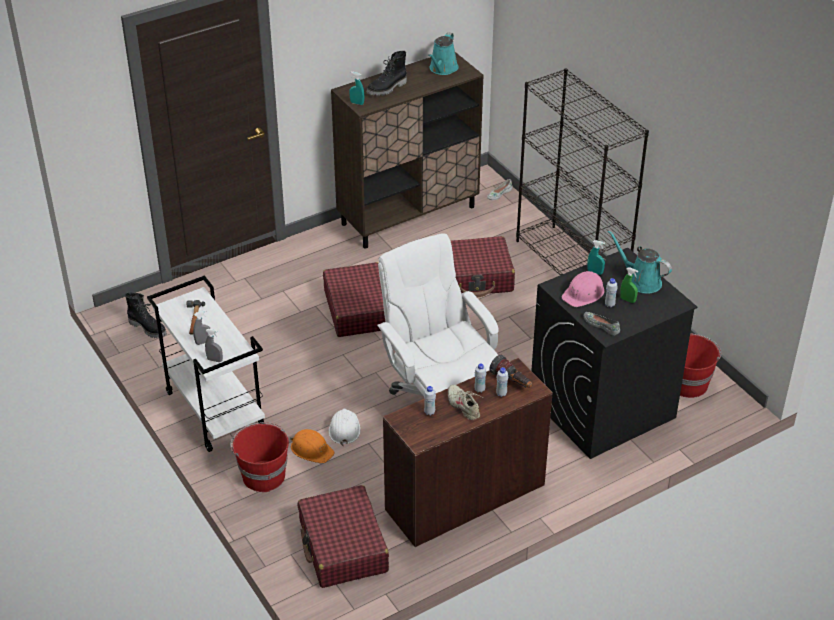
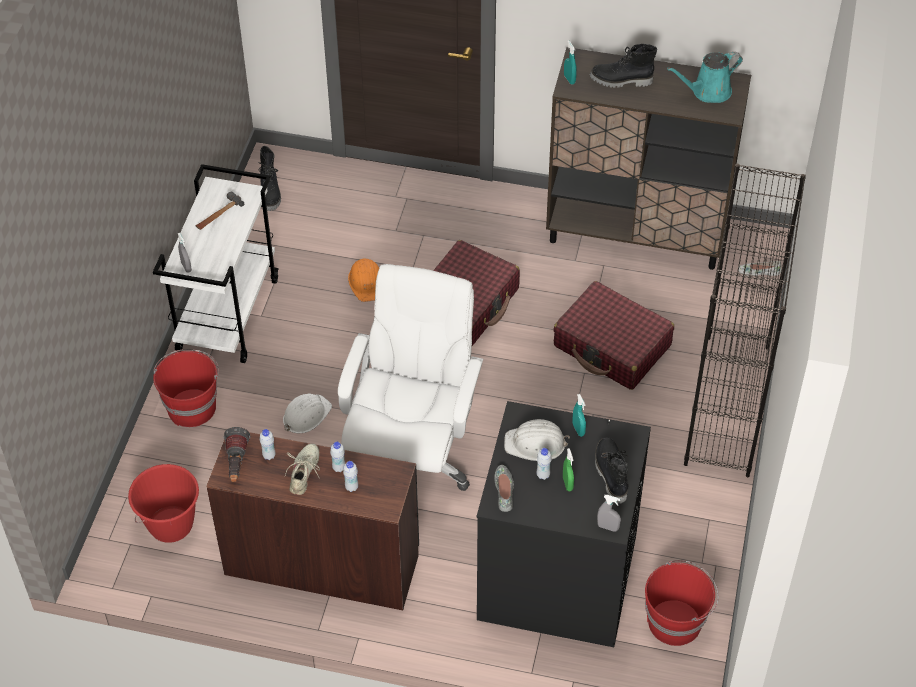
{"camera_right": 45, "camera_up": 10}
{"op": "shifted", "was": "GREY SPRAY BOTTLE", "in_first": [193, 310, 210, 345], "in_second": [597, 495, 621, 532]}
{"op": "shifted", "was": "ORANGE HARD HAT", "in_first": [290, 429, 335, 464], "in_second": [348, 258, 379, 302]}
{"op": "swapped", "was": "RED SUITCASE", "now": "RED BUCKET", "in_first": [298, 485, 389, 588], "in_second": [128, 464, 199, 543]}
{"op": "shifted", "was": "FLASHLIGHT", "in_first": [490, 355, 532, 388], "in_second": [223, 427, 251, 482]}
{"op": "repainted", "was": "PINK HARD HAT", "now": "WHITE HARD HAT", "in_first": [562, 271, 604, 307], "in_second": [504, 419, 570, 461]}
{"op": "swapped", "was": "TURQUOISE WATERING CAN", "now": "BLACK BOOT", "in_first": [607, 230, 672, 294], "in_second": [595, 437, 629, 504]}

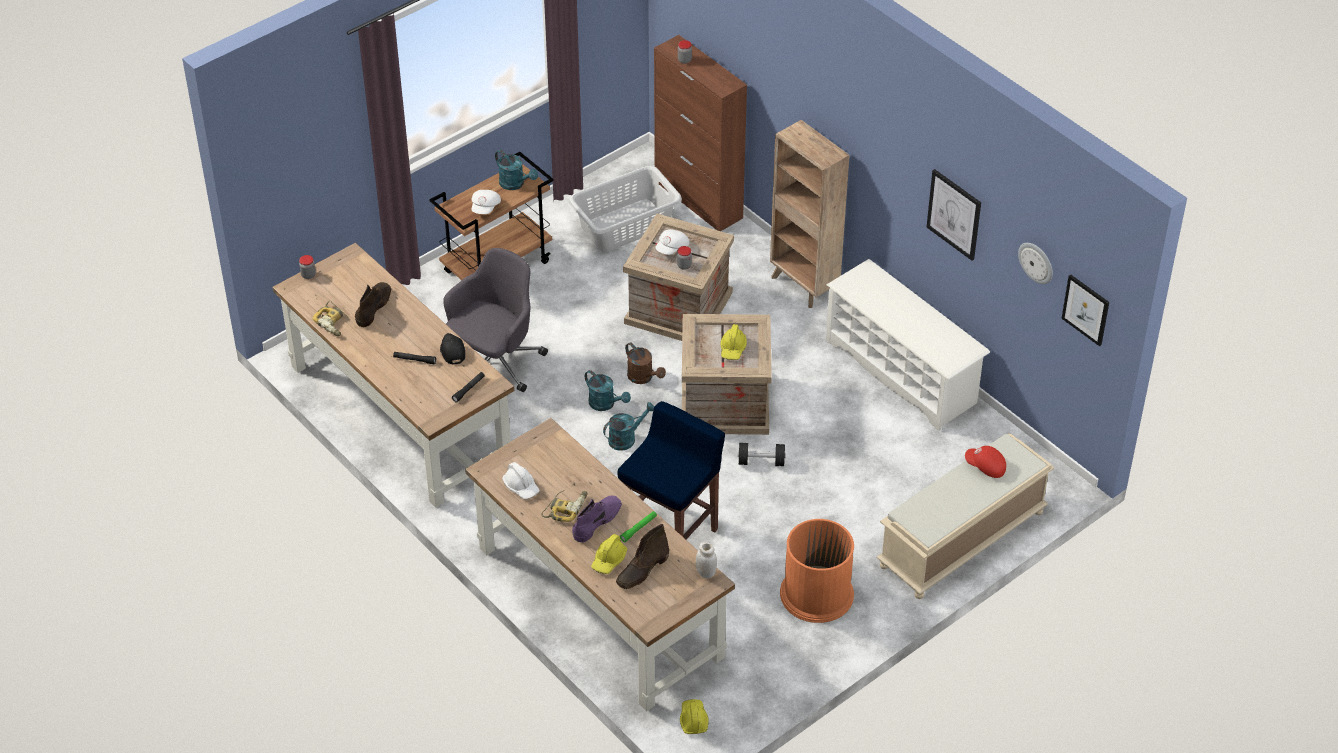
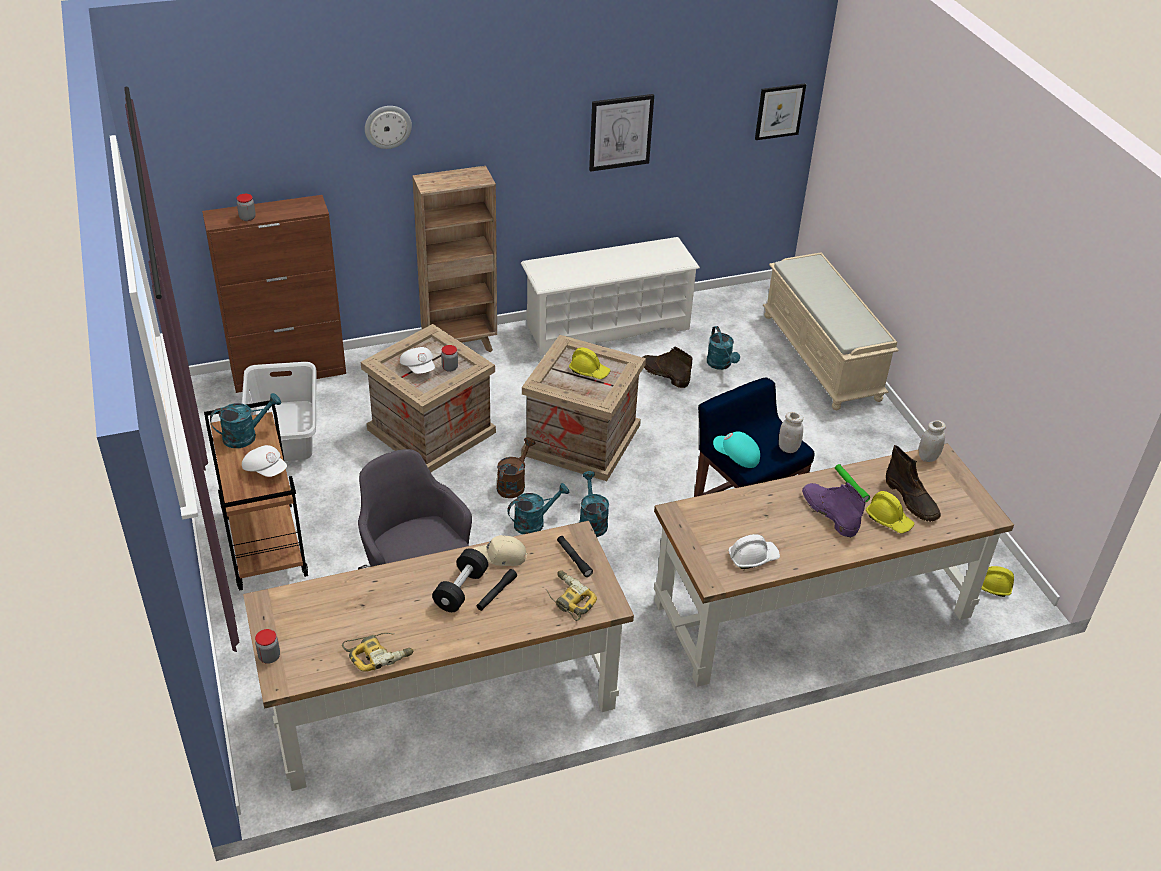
{"camera_right": -70, "camera_up": -5}
{"op": "shifted", "was": "BROWN BOOT", "in_first": [355, 282, 391, 327], "in_second": [643, 347, 693, 388]}
{"op": "repainted", "was": "BLACK CAP", "now": "BEIGE CAP", "in_first": [440, 333, 465, 364], "in_second": [474, 535, 527, 566]}
{"op": "shifted", "was": "POWER DRILL", "in_first": [541, 490, 587, 522], "in_second": [546, 570, 597, 621]}
{"op": "rotated", "was": "BROWN WATERING CAN", "in_first": [625, 342, 666, 384], "in_second": [497, 437, 535, 498], "clockwise": -45}
{"op": "shifted", "was": "BLACK DUMBBELL", "in_first": [738, 443, 786, 466], "in_second": [432, 548, 488, 612]}
{"op": "gone", "was": "ORANGE TRASH CAN", "in_first": [780, 519, 854, 623]}
{"op": "gone", "was": "RED CAP", "in_first": [965, 446, 1006, 478]}
{"op": "shifted", "was": "WALL CLOCK", "in_first": [1018, 243, 1053, 284], "in_second": [365, 106, 412, 149]}
{"op": "new", "now": "TURQUOISE WATERING CAN", "in_second": [707, 326, 740, 370]}
{"op": "new", "now": "TURQUOISE CAP", "in_second": [713, 431, 760, 468]}
{"op": "new", "now": "WHITE JAR", "in_second": [779, 412, 803, 453]}

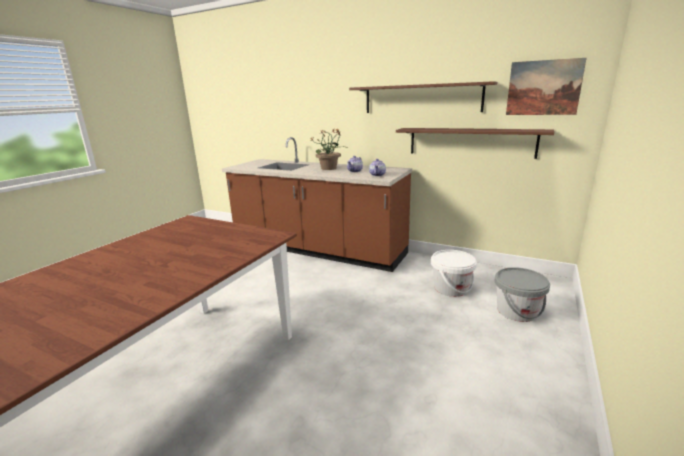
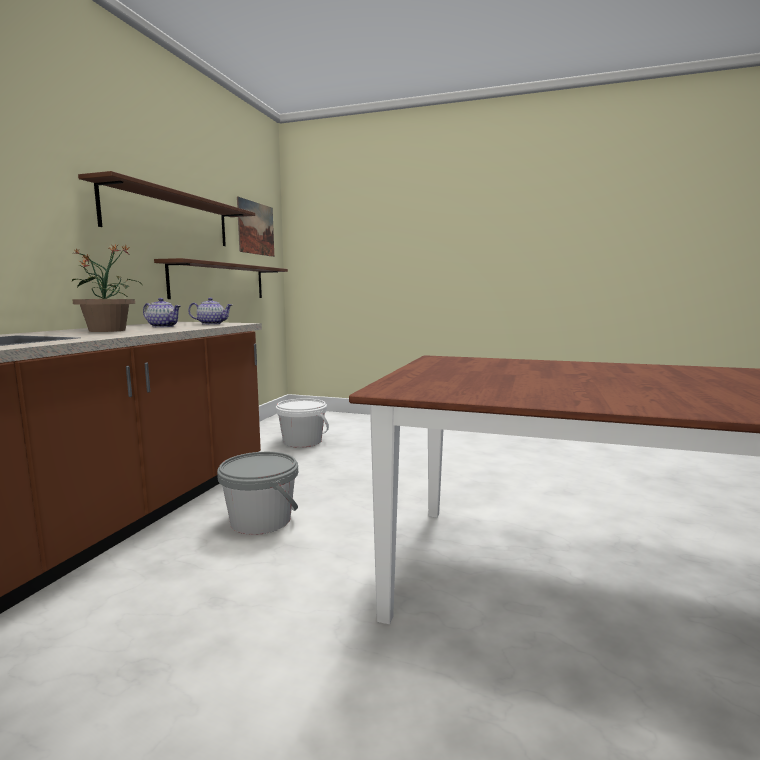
{"camera_right": -100, "camera_up": -10}
{"op": "shifted", "was": "GREY BUCKET", "in_first": [494, 267, 550, 322], "in_second": [217, 452, 298, 535]}

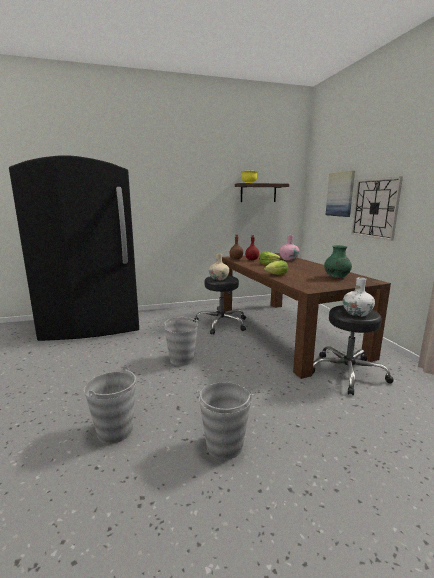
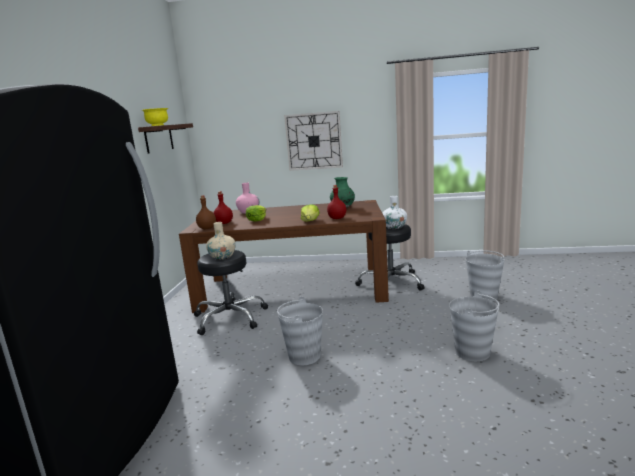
{"camera_right": -65, "camera_up": 0}
{"op": "shifted", "was": "GREY BUCKET", "in_first": [84, 366, 136, 444], "in_second": [466, 251, 505, 301]}
{"op": "gone", "was": "PICTURE", "in_first": [326, 171, 355, 217]}
{"op": "new", "now": "RED BOTTLE", "in_second": [327, 185, 346, 219]}

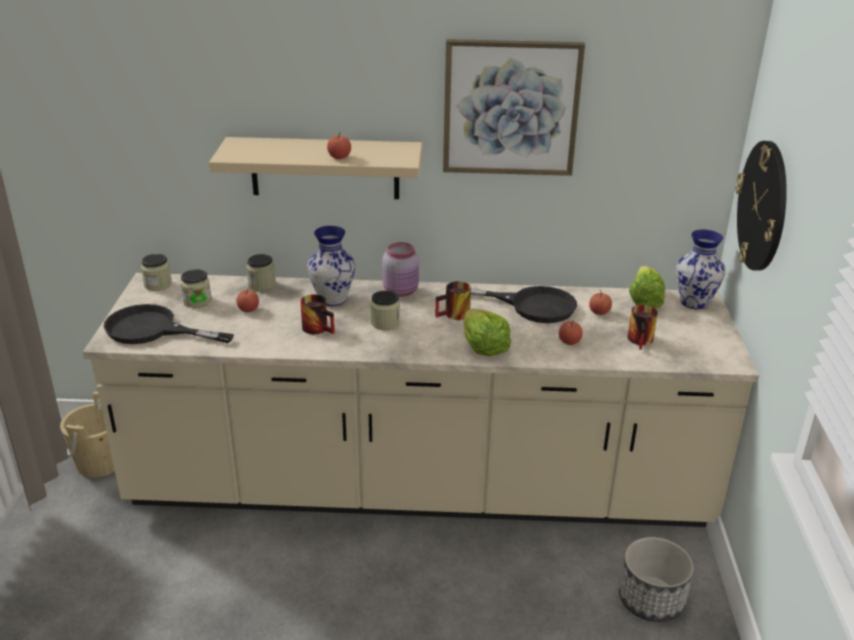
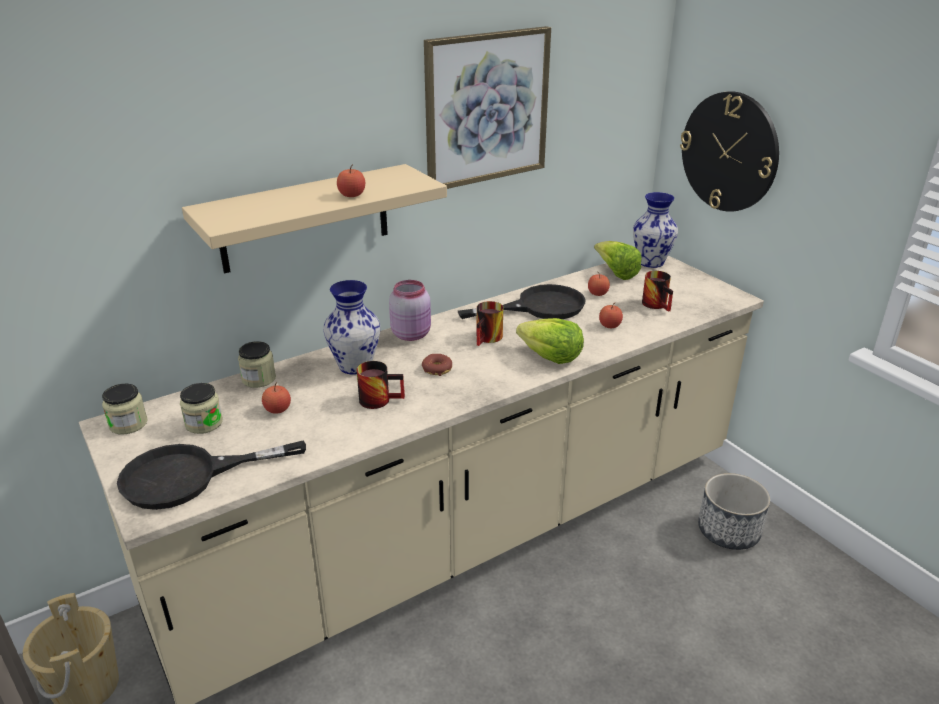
{"camera_right": -35, "camera_up": 0}
{"op": "swapped", "was": "JAR", "now": "DONUT", "in_first": [370, 290, 400, 330], "in_second": [422, 354, 452, 376]}

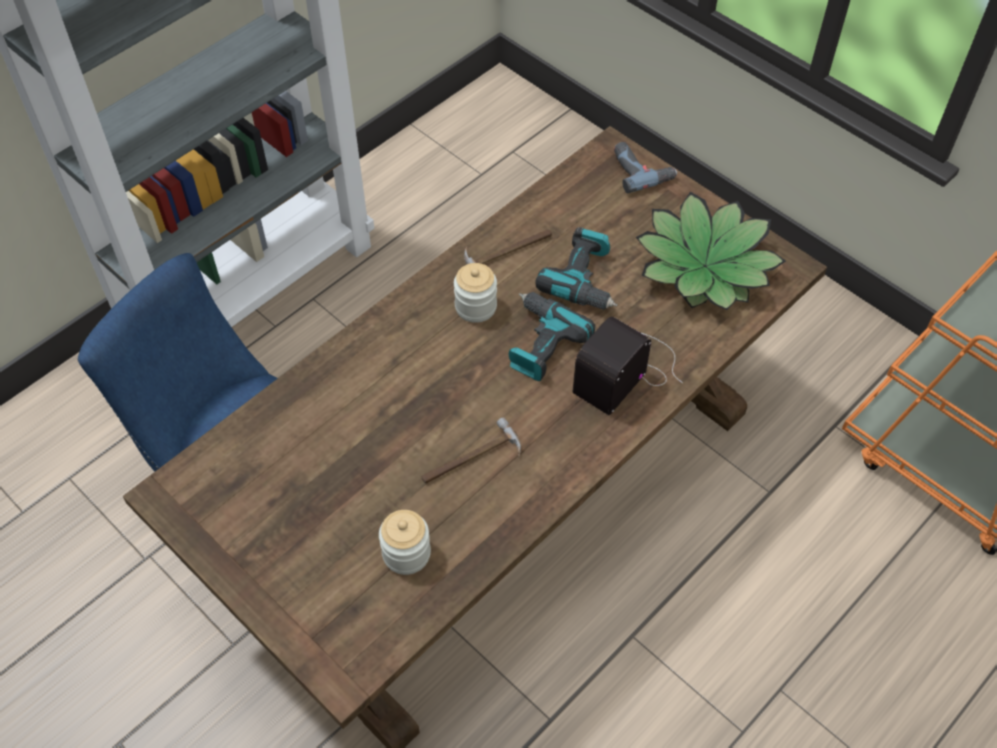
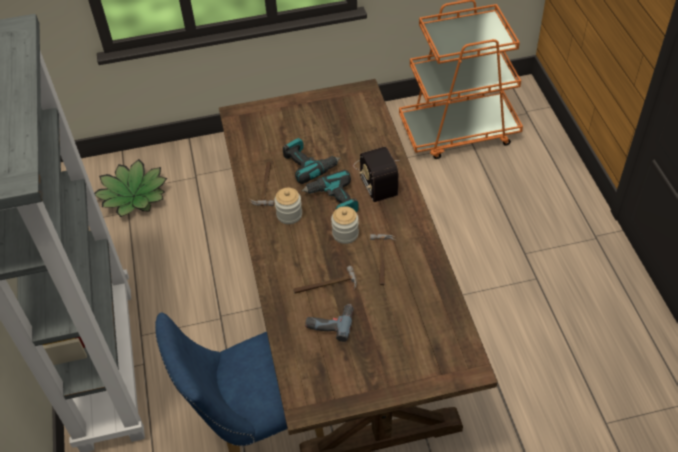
{"camera_right": -55, "camera_up": -5}
{"op": "shifted", "was": "JAR", "in_first": [379, 510, 431, 575], "in_second": [331, 206, 359, 244]}
{"op": "shifted", "was": "POWER DRILL", "in_first": [614, 142, 678, 193], "in_second": [305, 304, 353, 342]}
{"op": "shifted", "was": "POTTED PLANT", "in_first": [636, 192, 786, 310], "in_second": [94, 159, 167, 217]}
{"op": "new", "now": "HAMMER", "in_second": [293, 266, 357, 294]}

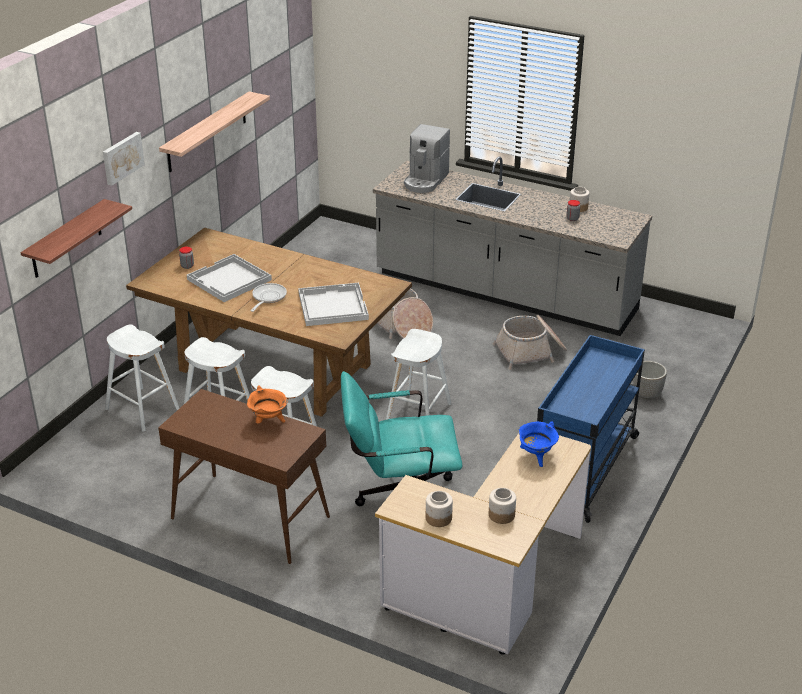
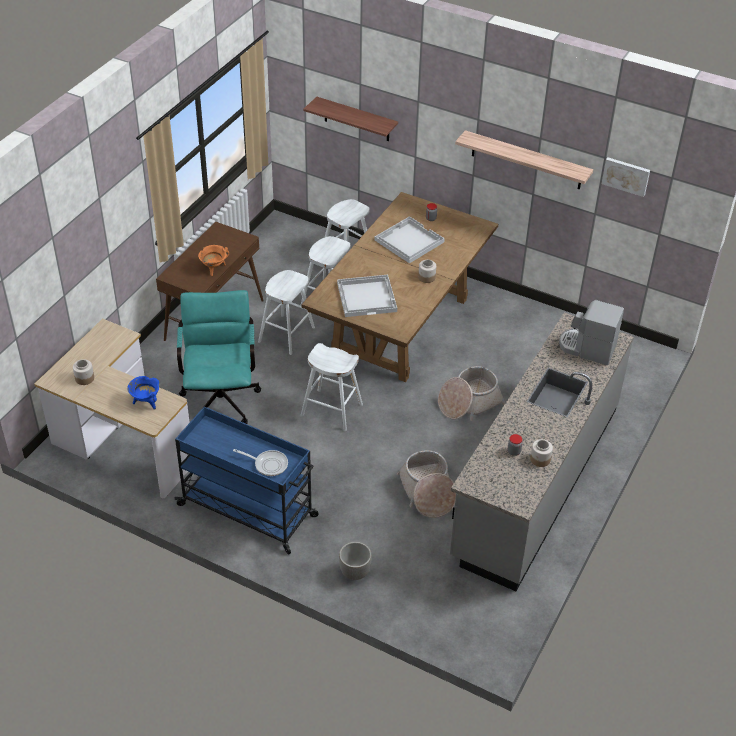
{"camera_right": 90, "camera_up": 10}
{"op": "shifted", "was": "PICTURE", "in_first": [103, 132, 145, 186], "in_second": [602, 157, 650, 197]}
{"op": "shifted", "was": "FRYING PAN", "in_first": [251, 283, 287, 312], "in_second": [233, 449, 288, 476]}
{"op": "shifted", "was": "JAR", "in_first": [426, 491, 453, 527], "in_second": [418, 260, 436, 283]}

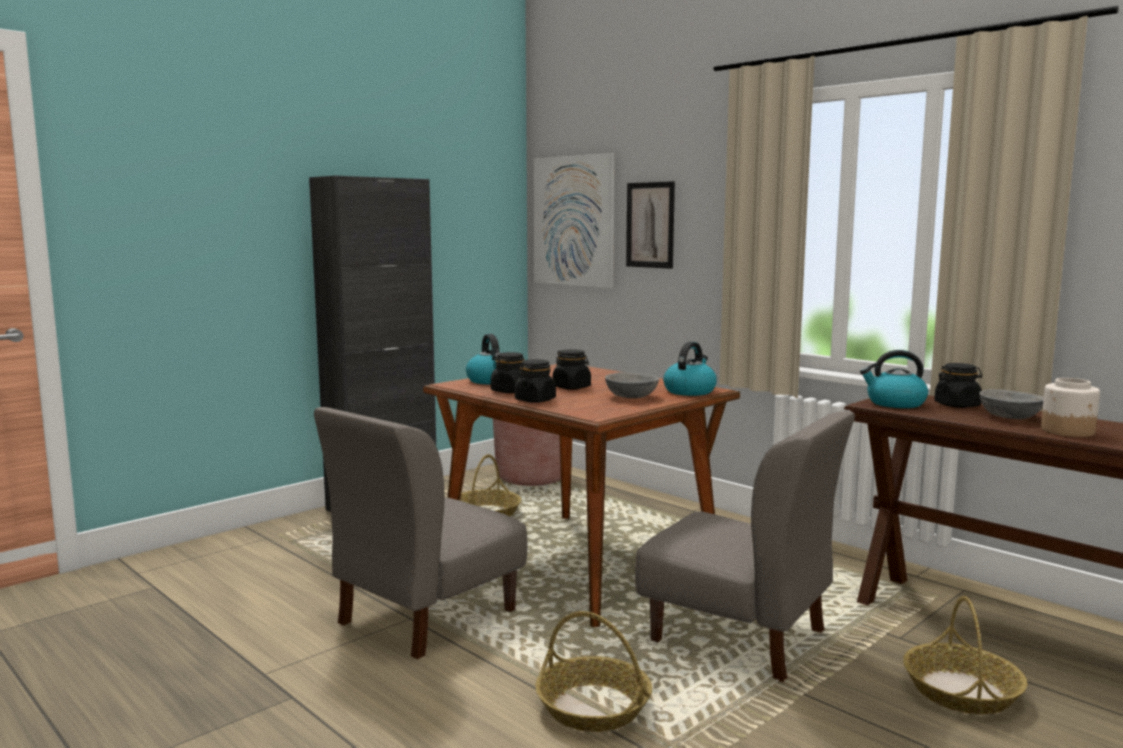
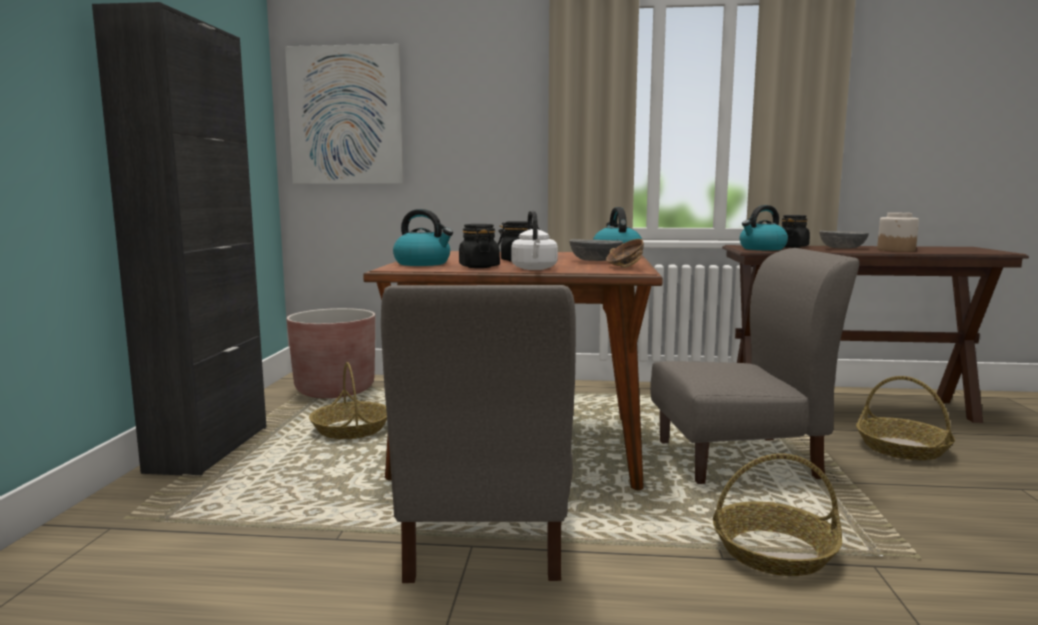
{"camera_right": -40, "camera_up": 0}
{"op": "swapped", "was": "BLACK JAR", "now": "WHITE KETTLE", "in_first": [515, 359, 556, 403], "in_second": [511, 210, 558, 270]}
{"op": "gone", "was": "PICTURE", "in_first": [626, 181, 675, 269]}
{"op": "new", "now": "BOWL", "in_second": [606, 239, 644, 268]}

